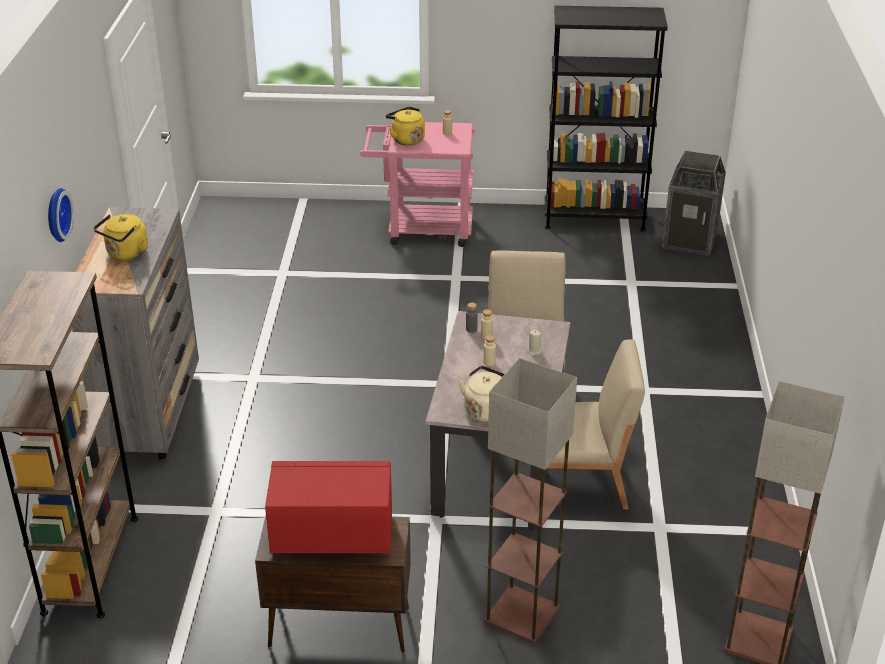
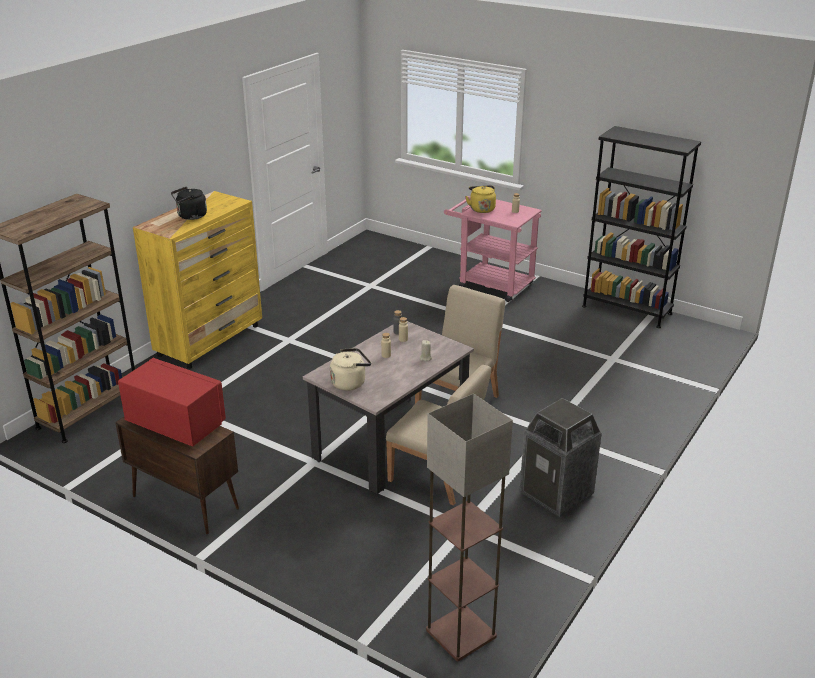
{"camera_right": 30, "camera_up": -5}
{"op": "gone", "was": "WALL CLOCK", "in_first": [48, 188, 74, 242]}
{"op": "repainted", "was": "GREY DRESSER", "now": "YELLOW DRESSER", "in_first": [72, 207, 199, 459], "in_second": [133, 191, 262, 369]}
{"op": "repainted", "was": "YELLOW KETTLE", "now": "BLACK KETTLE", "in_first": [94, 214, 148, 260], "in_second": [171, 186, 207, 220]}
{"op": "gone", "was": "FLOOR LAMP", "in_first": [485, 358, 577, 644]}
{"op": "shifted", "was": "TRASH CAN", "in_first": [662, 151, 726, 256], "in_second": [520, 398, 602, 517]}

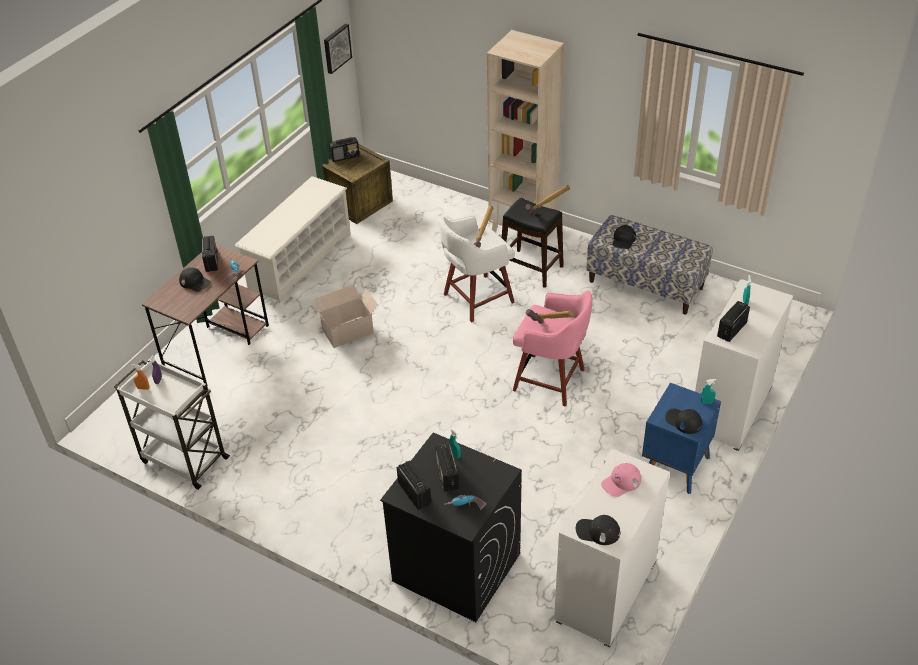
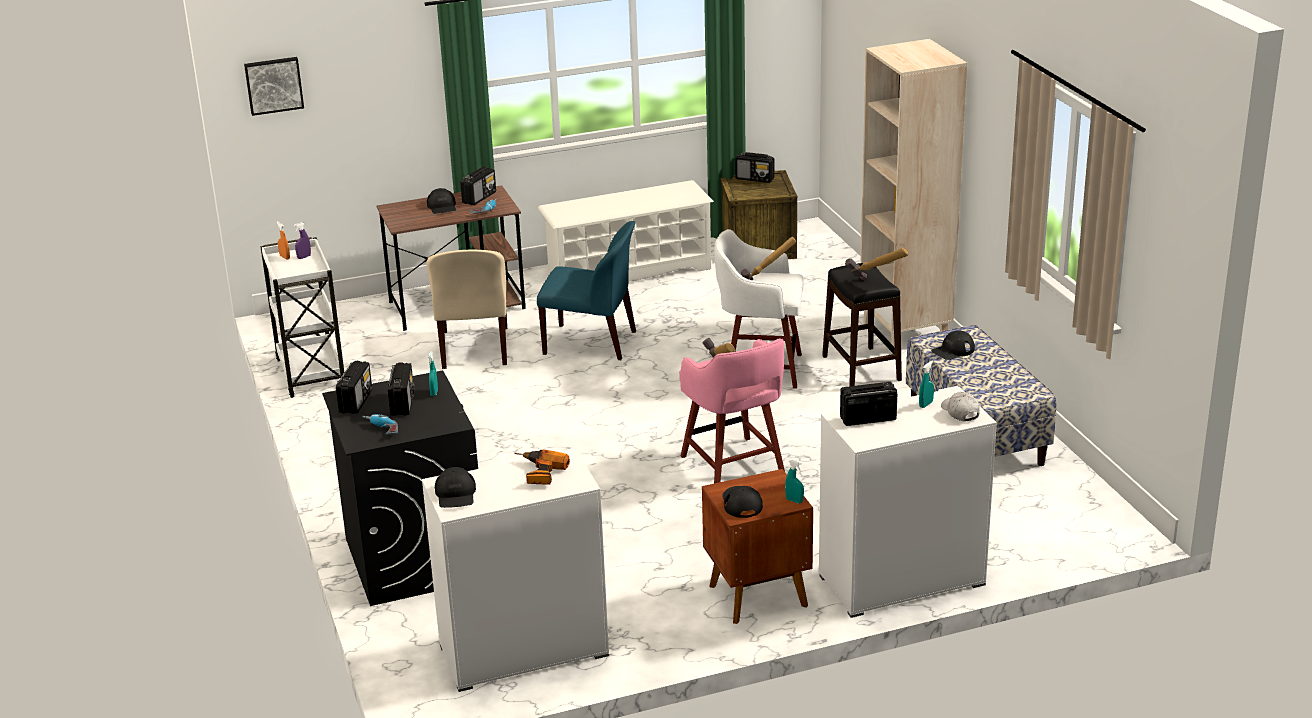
{"camera_right": 40, "camera_up": -15}
{"op": "swapped", "was": "CARDBOARD BOX", "now": "BLUE CHAIR", "in_first": [315, 284, 378, 348], "in_second": [537, 221, 636, 360]}
{"op": "shifted", "was": "PICTURE", "in_first": [324, 24, 352, 74], "in_second": [244, 57, 304, 116]}
{"op": "rotated", "was": "RADIO", "in_first": [435, 443, 459, 492], "in_second": [388, 362, 415, 416], "clockwise": 150}
{"op": "rotated", "was": "BLACK CAP", "in_first": [576, 515, 621, 545], "in_second": [435, 467, 476, 508], "clockwise": -150}
{"op": "swapped", "was": "PINK CAP", "now": "POWER DRILL", "in_first": [601, 463, 641, 497], "in_second": [514, 449, 570, 484]}
{"op": "repainted", "was": "BLUE NIGHTSTAND", "now": "BROWN NIGHTSTAND", "in_first": [642, 383, 721, 494], "in_second": [702, 469, 813, 624]}
{"op": "new", "now": "BEIGE CHAIR", "in_second": [426, 250, 507, 369]}
{"op": "new", "now": "WHITE CAP", "in_second": [941, 392, 980, 422]}

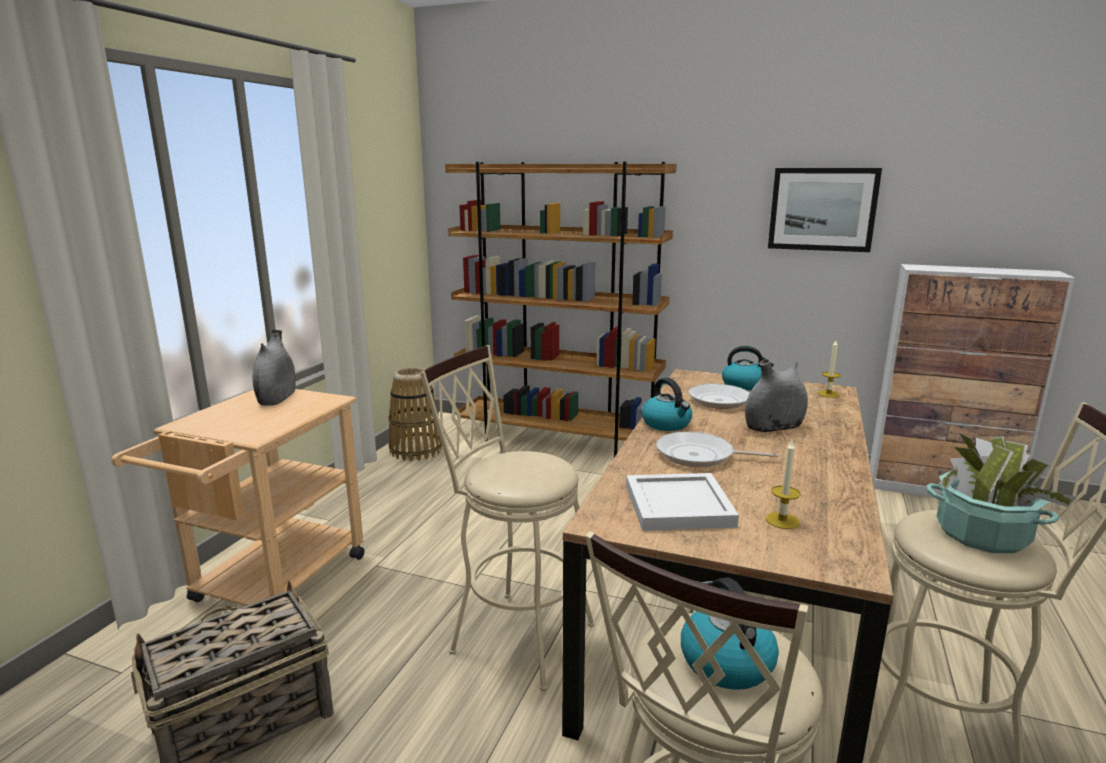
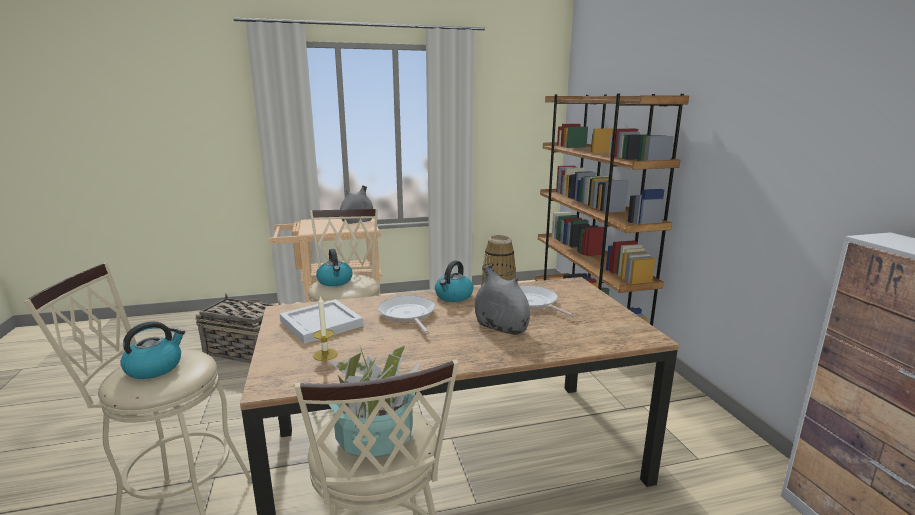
{"camera_right": 55, "camera_up": 0}
{"op": "shifted", "was": "KETTLE", "in_first": [722, 346, 774, 390], "in_second": [316, 249, 353, 286]}
{"op": "gone", "was": "PICTURE", "in_first": [768, 168, 882, 252]}
{"op": "gone", "was": "CANDLE", "in_first": [818, 340, 841, 398]}

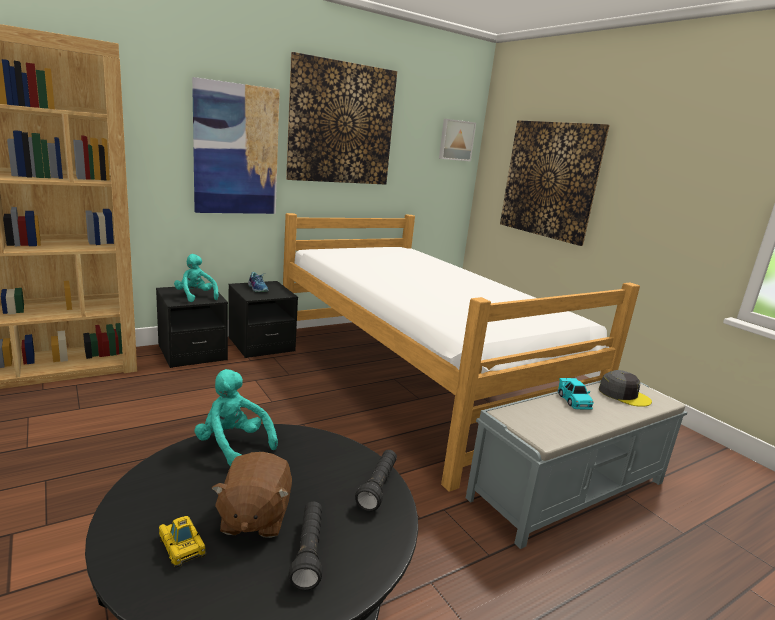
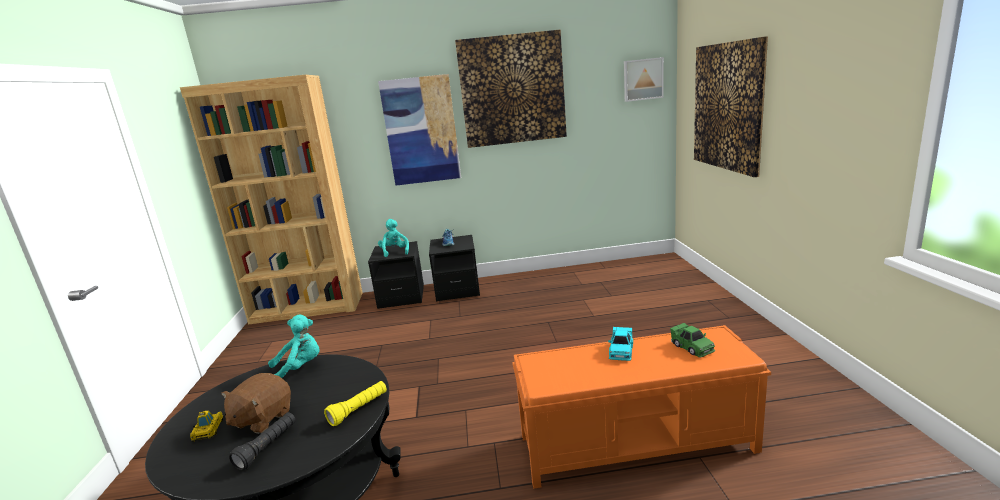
{"camera_right": 30, "camera_up": 0}
{"op": "rotated", "was": "TURQUOISE PLUSH TOY", "in_first": [194, 369, 278, 466], "in_second": [268, 314, 320, 378], "clockwise": 90}
{"op": "gone", "was": "BED", "in_first": [283, 213, 640, 492]}
{"op": "repainted", "was": "BLACK FLASHLIGHT", "now": "YELLOW FLASHLIGHT", "in_first": [355, 450, 397, 512], "in_second": [324, 381, 387, 426]}
{"op": "repainted", "was": "GREY BENCH", "now": "ORANGE BENCH", "in_first": [466, 380, 688, 549], "in_second": [512, 325, 771, 488]}
{"op": "swapped", "was": "GREY CAP", "now": "GREEN TOY CAR", "in_first": [599, 370, 652, 407], "in_second": [670, 323, 715, 358]}

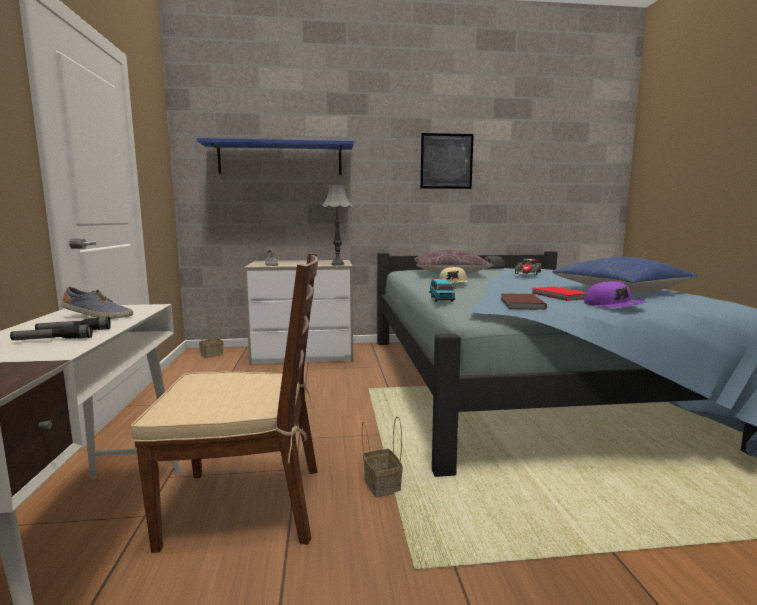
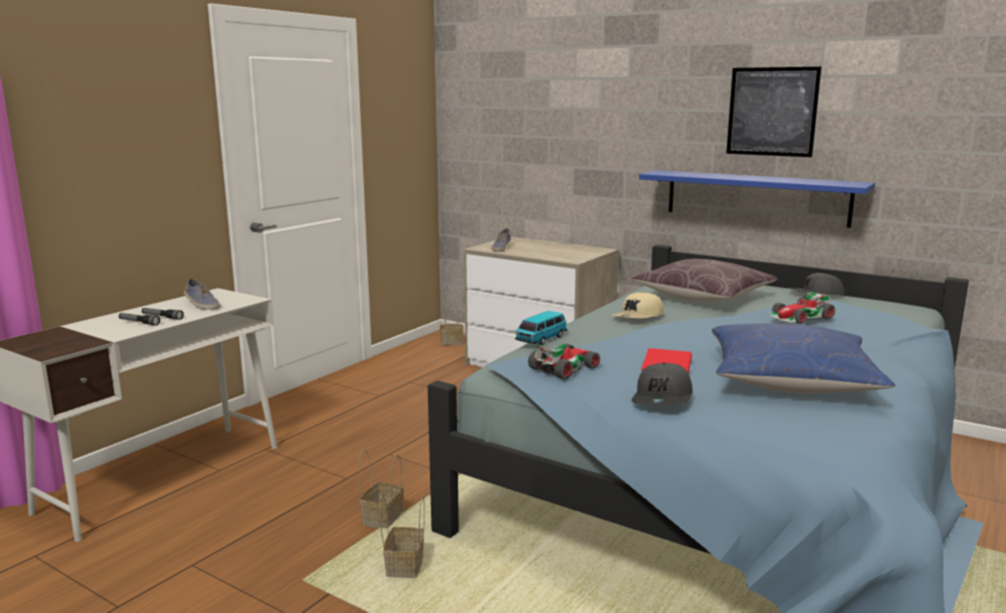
{"camera_right": 40, "camera_up": 5}
{"op": "gone", "was": "BROWN CHAIR", "in_first": [131, 253, 319, 553]}
{"op": "shifted", "was": "BLUE SHELF", "in_first": [197, 138, 354, 175], "in_second": [639, 170, 875, 228]}
{"op": "gone", "was": "GREY TABLE LAMP", "in_first": [322, 185, 353, 266]}
{"op": "swapped", "was": "BROWN BOOK", "now": "TOY CAR", "in_first": [501, 293, 547, 310], "in_second": [528, 344, 603, 379]}
{"op": "repainted", "was": "PURPLE CAP", "now": "GREY CAP", "in_first": [584, 281, 647, 308], "in_second": [631, 363, 693, 405]}
{"op": "new", "now": "BASKET", "in_second": [379, 493, 425, 578]}

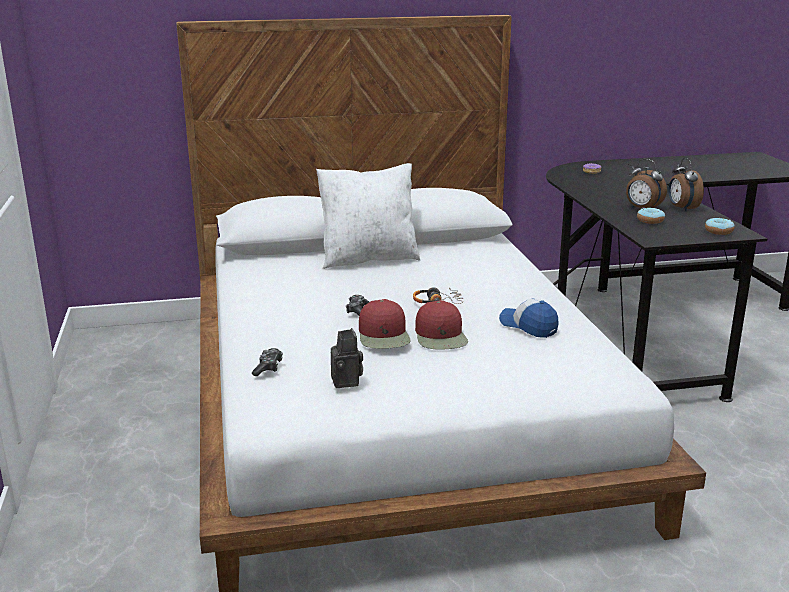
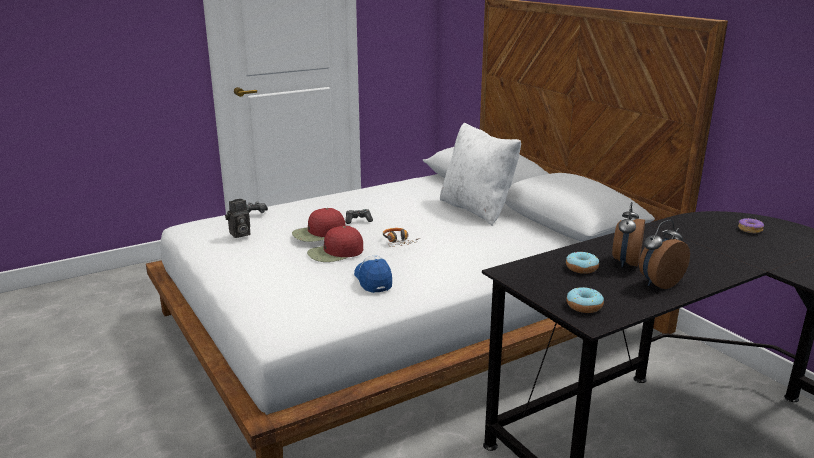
{"camera_right": 70, "camera_up": 0}
{"op": "rotated", "was": "CAP", "in_first": [499, 299, 559, 338], "in_second": [354, 256, 392, 293], "clockwise": -45}

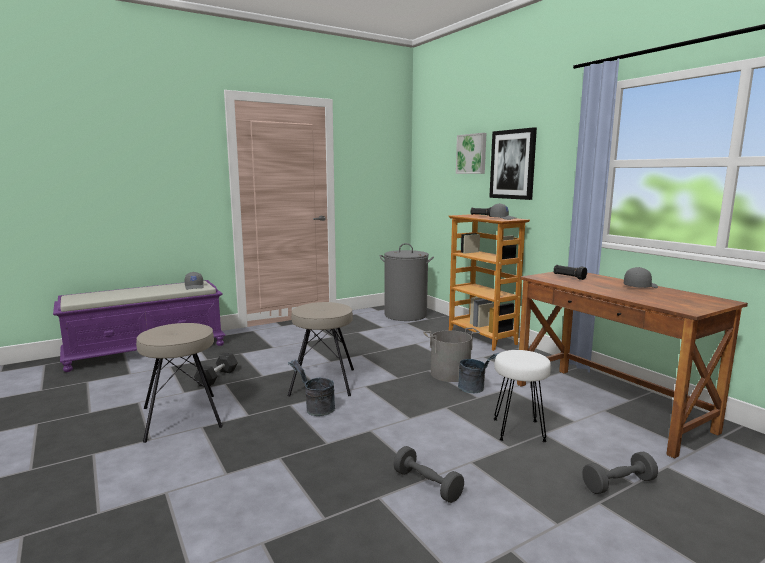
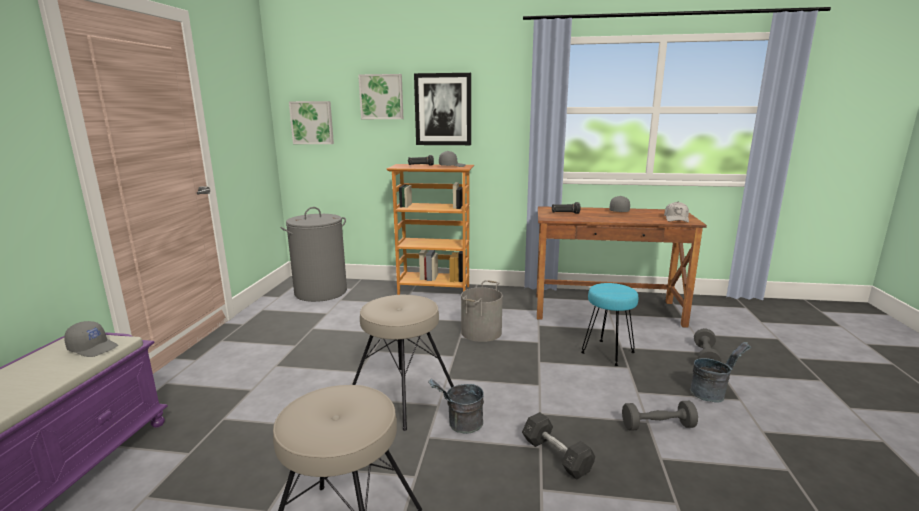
{"camera_right": -50, "camera_up": 5}
{"op": "shifted", "was": "GREY DUMBBELL", "in_first": [194, 353, 238, 387], "in_second": [522, 412, 595, 480]}
{"op": "shifted", "was": "GREY BUCKET", "in_first": [458, 353, 499, 393], "in_second": [690, 342, 751, 403]}
{"op": "repainted", "was": "WHITE STOOL", "now": "TURQUOISE STOOL", "in_first": [494, 350, 551, 442], "in_second": [581, 283, 638, 366]}
{"op": "new", "now": "PICTURE", "in_second": [289, 101, 334, 144]}
{"op": "new", "now": "WHITE CAP", "in_second": [664, 202, 689, 222]}

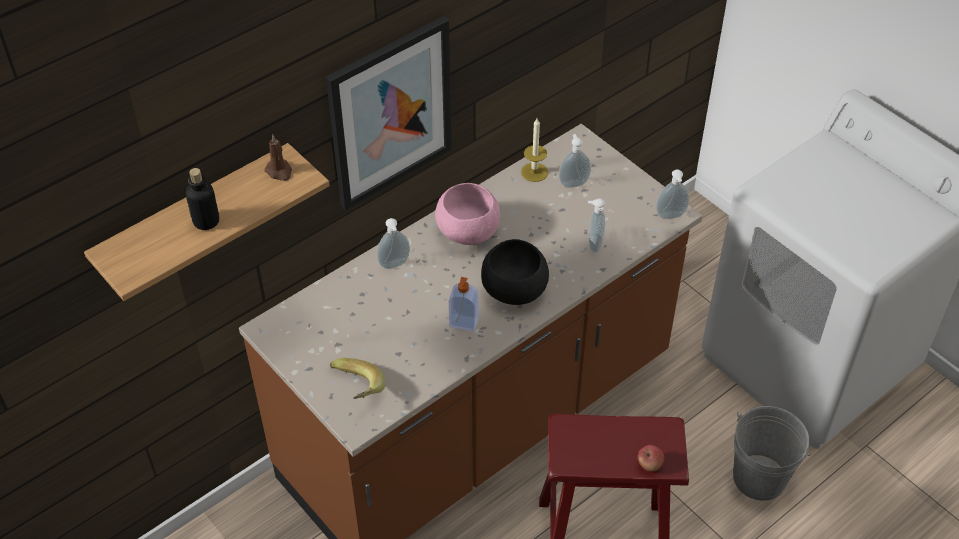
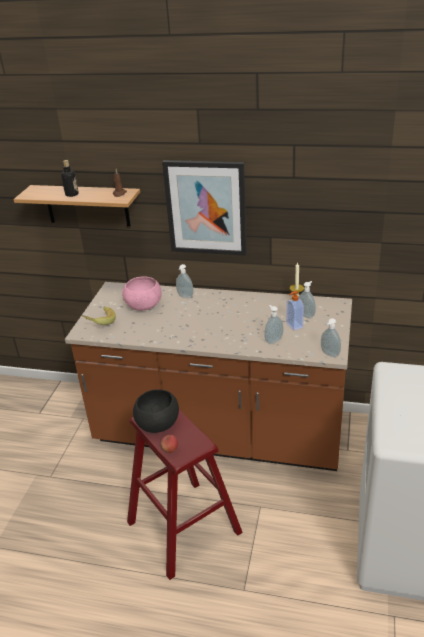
{"camera_right": 55, "camera_up": -15}
{"op": "shifted", "was": "PINK BOWL", "in_first": [435, 183, 500, 245], "in_second": [122, 277, 161, 311]}
{"op": "shifted", "was": "SOAP DISPENSER", "in_first": [449, 277, 479, 331], "in_second": [286, 291, 304, 330]}
{"op": "shifted", "was": "BLACK BOWL", "in_first": [481, 239, 549, 305], "in_second": [133, 389, 179, 433]}
{"op": "gone", "was": "GREY BUCKET", "in_first": [733, 406, 812, 501]}

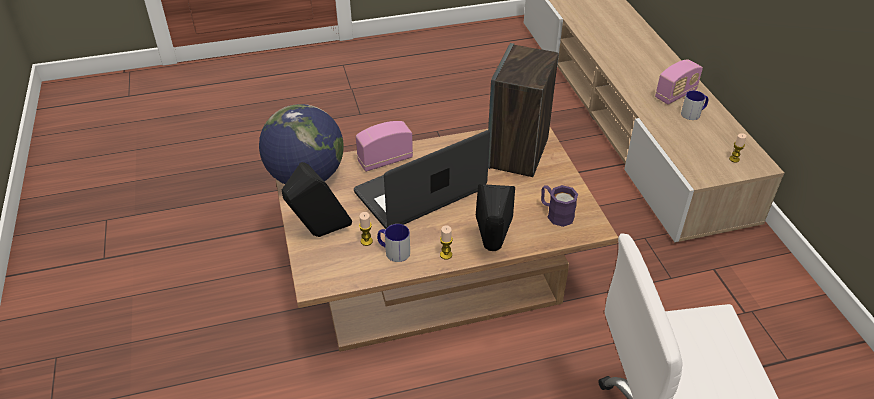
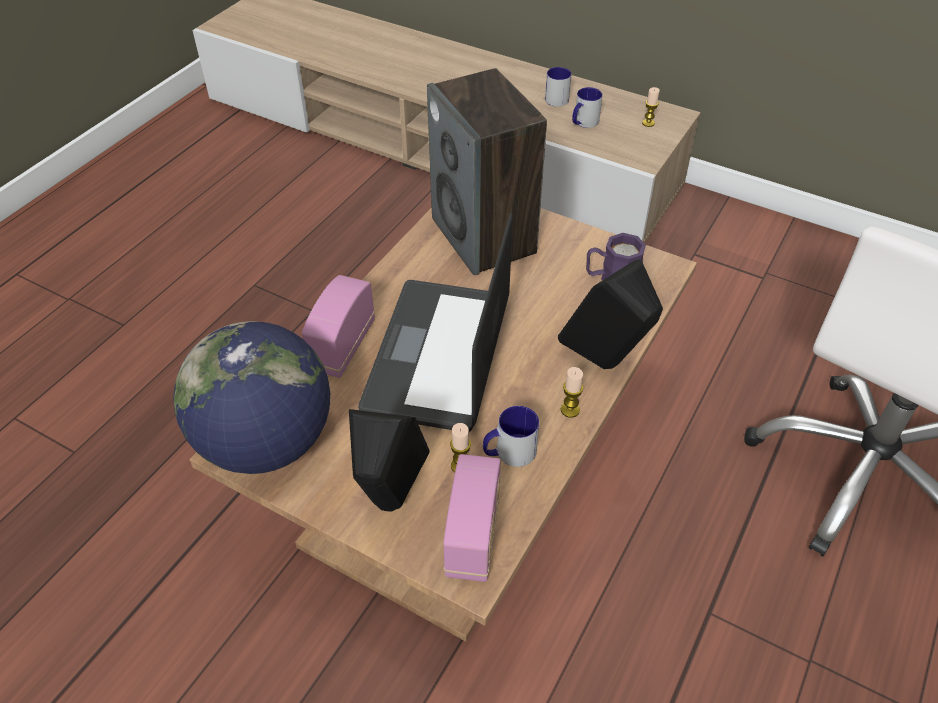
{"camera_right": -45, "camera_up": 5}
{"op": "shifted", "was": "RADIO", "in_first": [655, 60, 703, 105], "in_second": [443, 454, 501, 582]}
{"op": "new", "now": "MUG", "in_second": [572, 87, 603, 128]}

